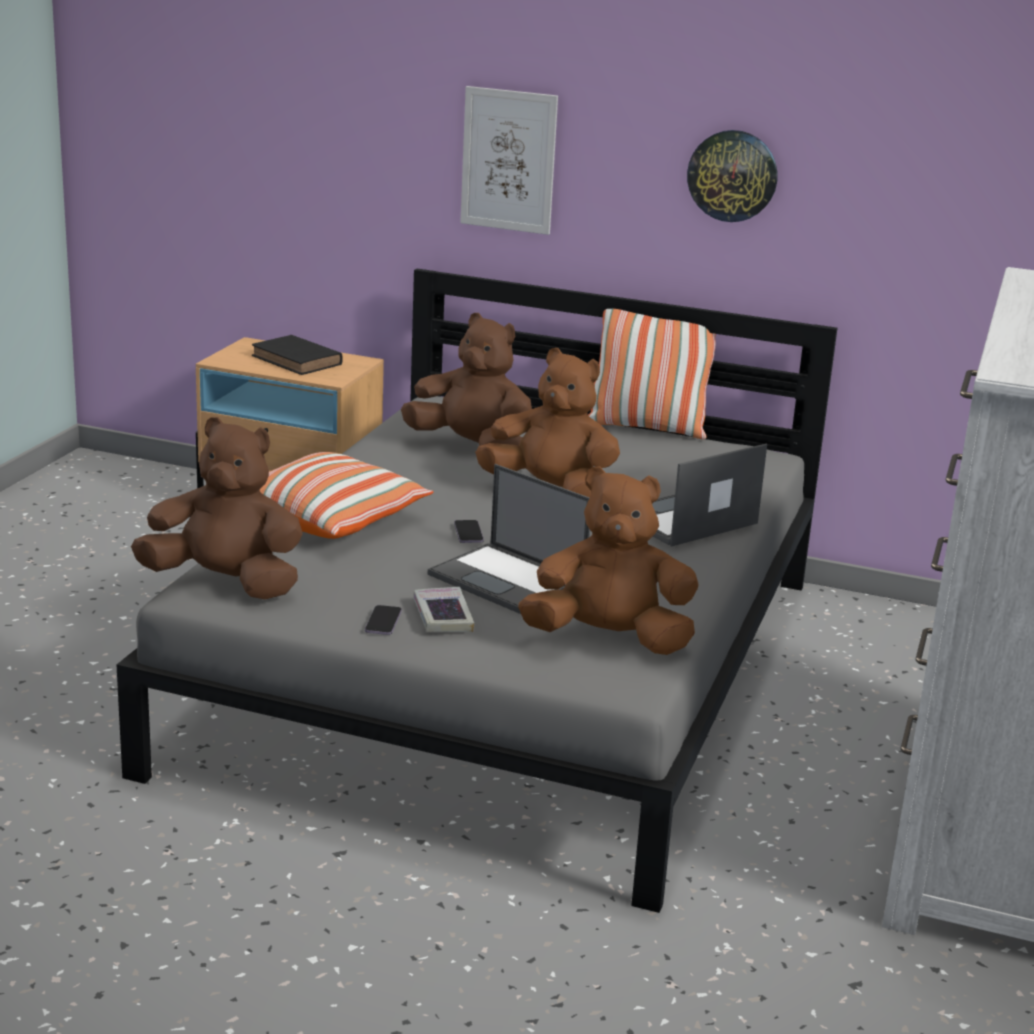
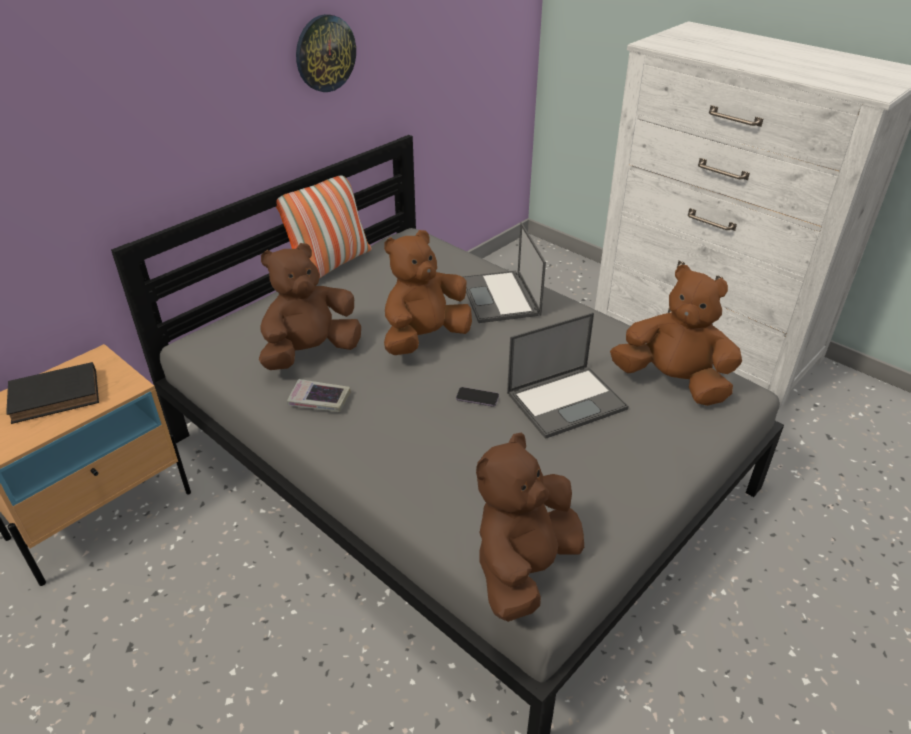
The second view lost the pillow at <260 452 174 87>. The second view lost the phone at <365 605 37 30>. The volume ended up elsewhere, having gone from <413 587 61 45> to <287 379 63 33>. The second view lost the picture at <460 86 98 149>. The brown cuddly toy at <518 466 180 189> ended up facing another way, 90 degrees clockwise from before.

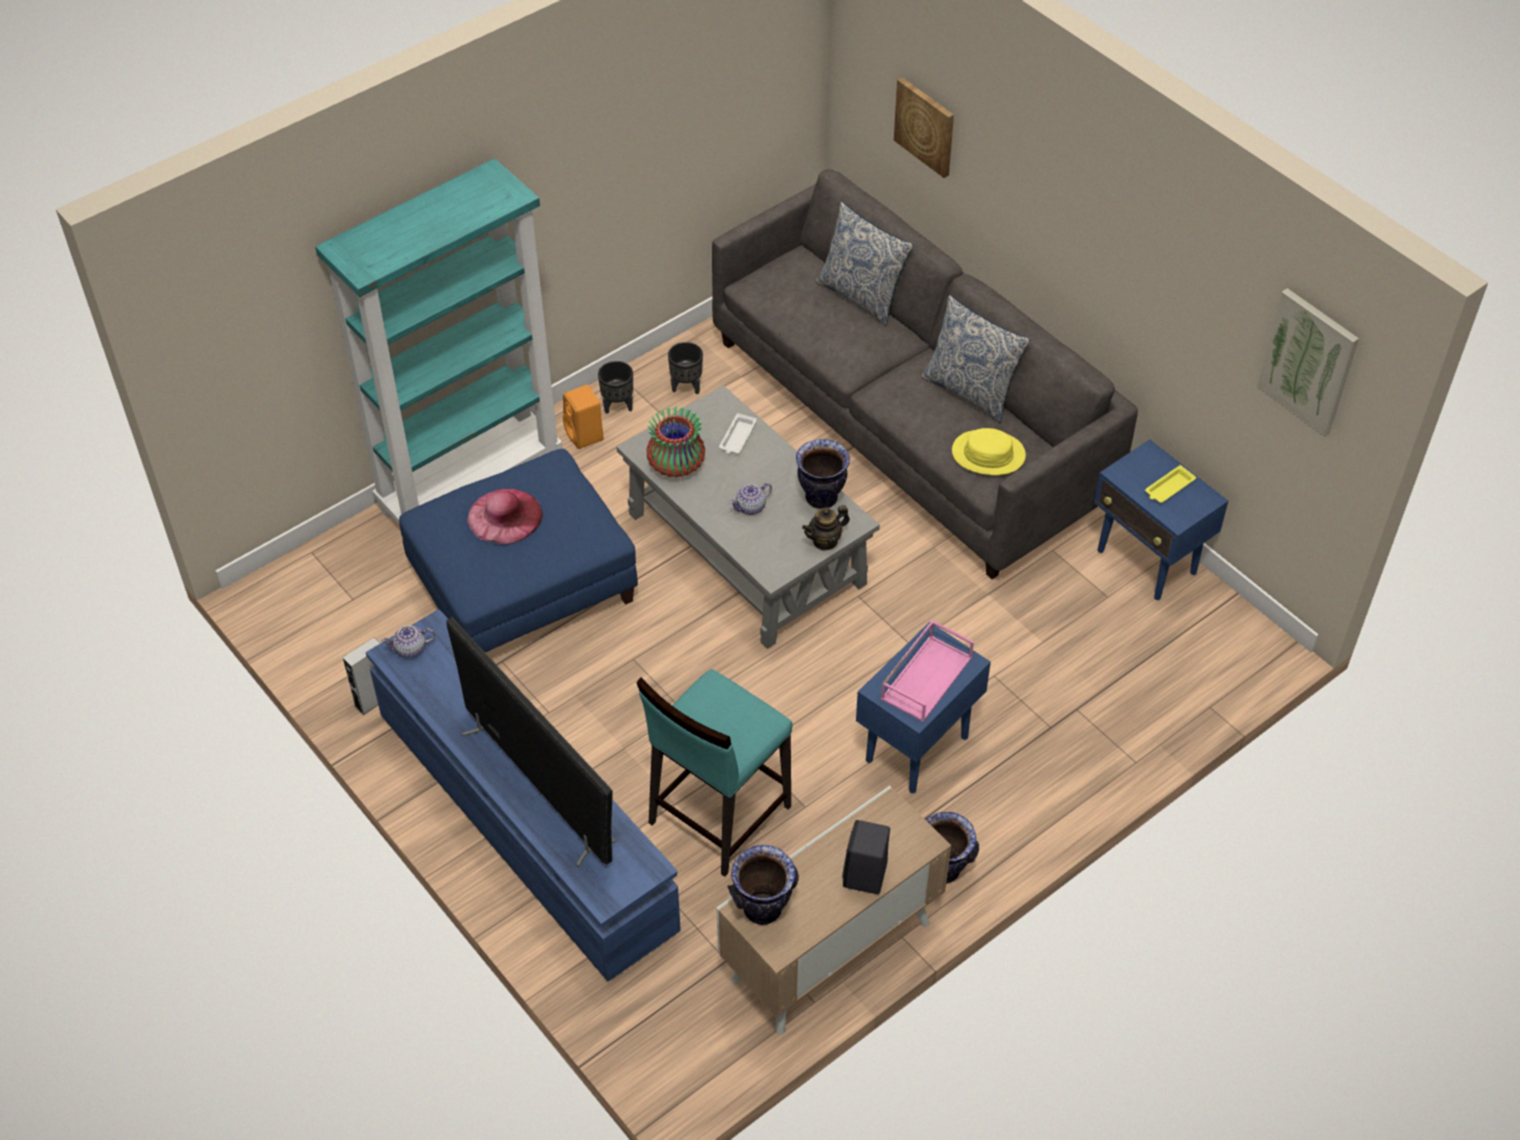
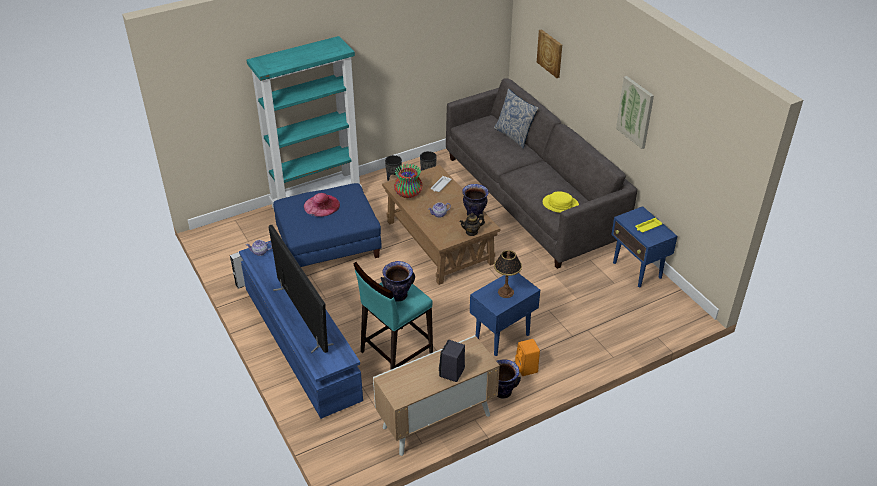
The orange speaker ended up elsewhere, having gone from <563 385 41 64> to <515 339 25 37>. What was the greyish lounge table at <616 385 264 264> turned into the brown lounge table at <382 165 118 120>. The flower vase ended up elsewhere, having gone from <727 845 72 80> to <381 261 34 40>. Where the pinkish carrying tray stood at <881 620 93 102>, the tabletop lamp came to stand at <494 250 28 48>. The second view lost the pillow at <922 295 108 128>. The picture ended up elsewhere, having gone from <1257 288 102 149> to <616 76 38 73>.

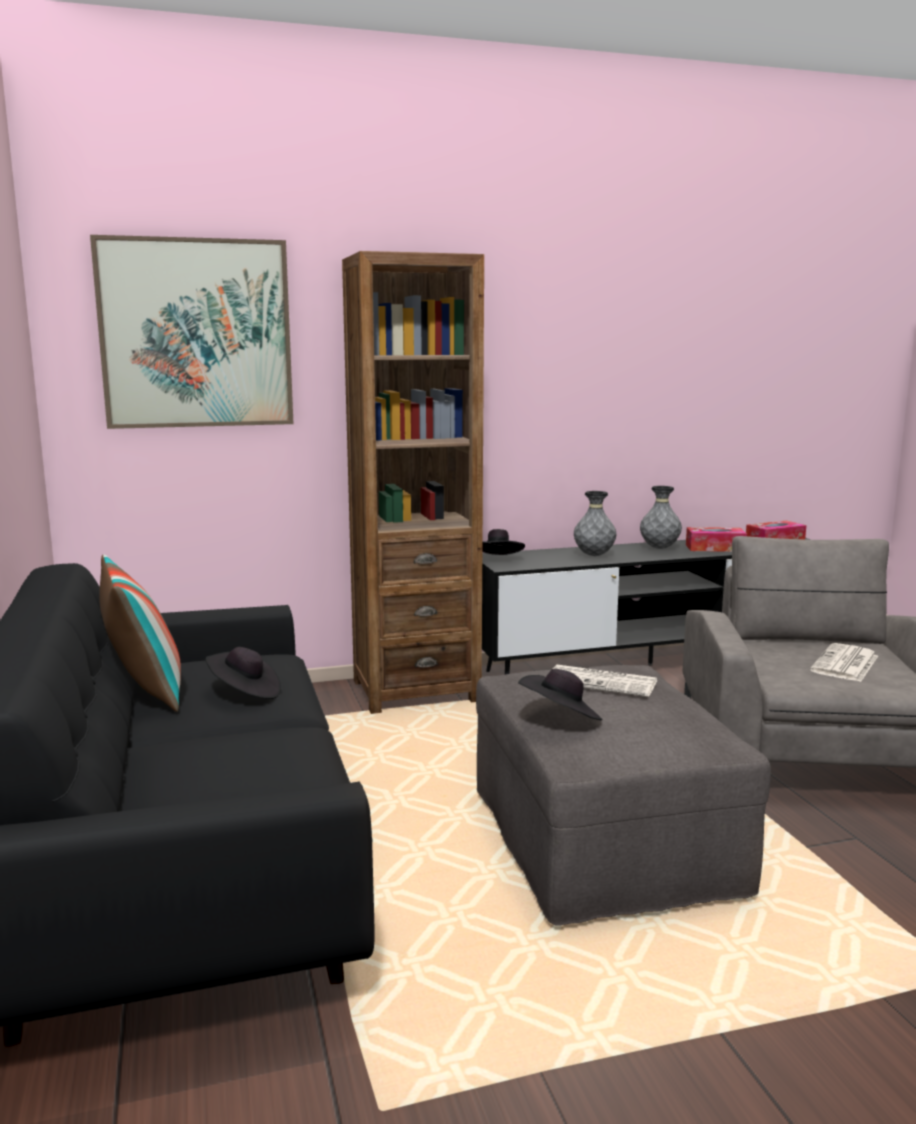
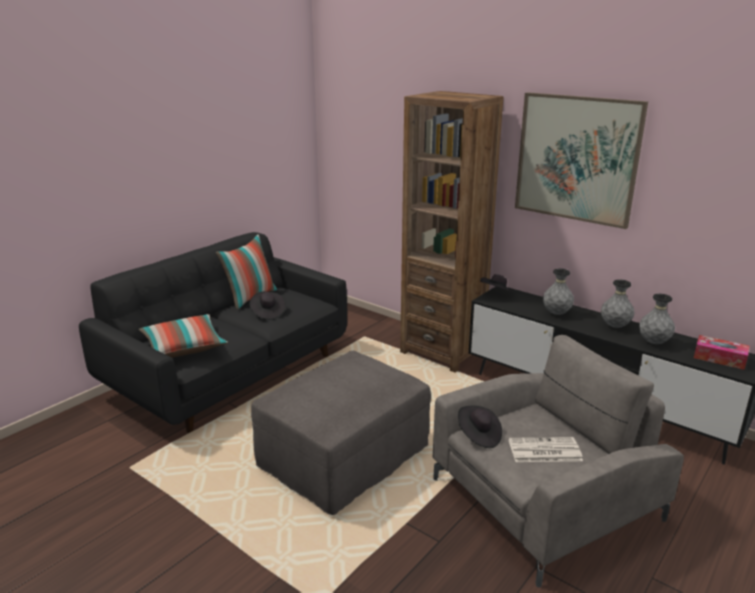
The picture ended up elsewhere, having gone from <90 235 203 194> to <515 92 133 137>. The blackish clothing hat ended up elsewhere, having gone from <518 668 84 52> to <458 406 44 42>. The second view lost the printed paper at <553 665 105 32>. Where the tissue holder stood at <686 527 61 25>, the greyish flower vase came to stand at <639 294 36 50>. The second view gained the pillow at <139 314 89 44>.

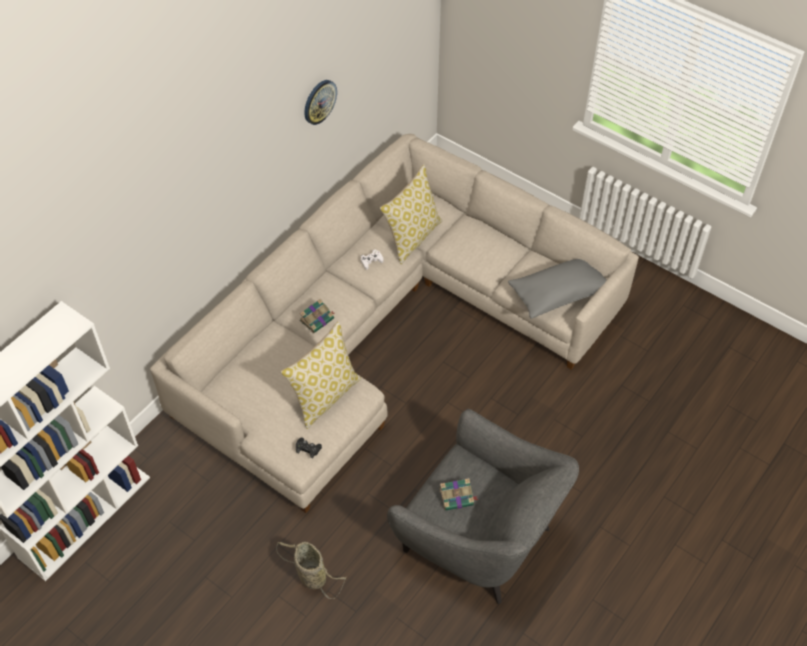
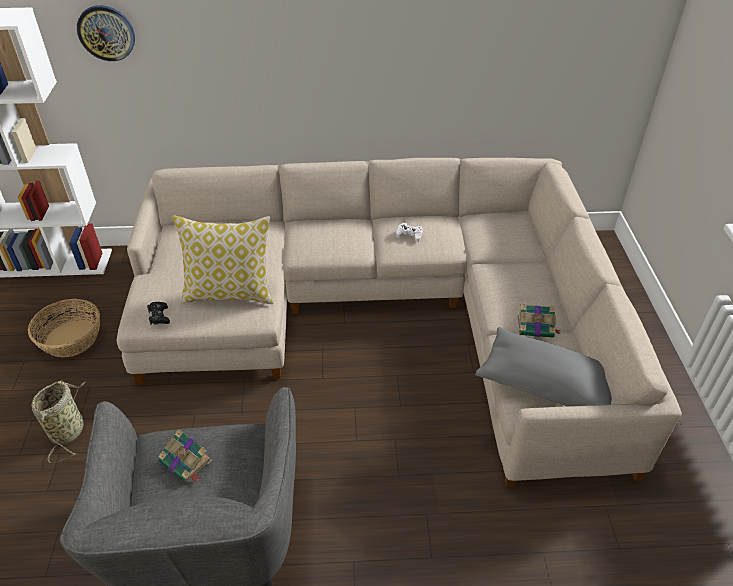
The volume ended up elsewhere, having gone from <299 299 35 34> to <518 304 43 34>. The hanging clock ended up elsewhere, having gone from <305 80 32 45> to <77 5 58 56>. The second view lost the pillow at <380 164 62 100>. The second view gained the storage basket at <28 299 72 58>.

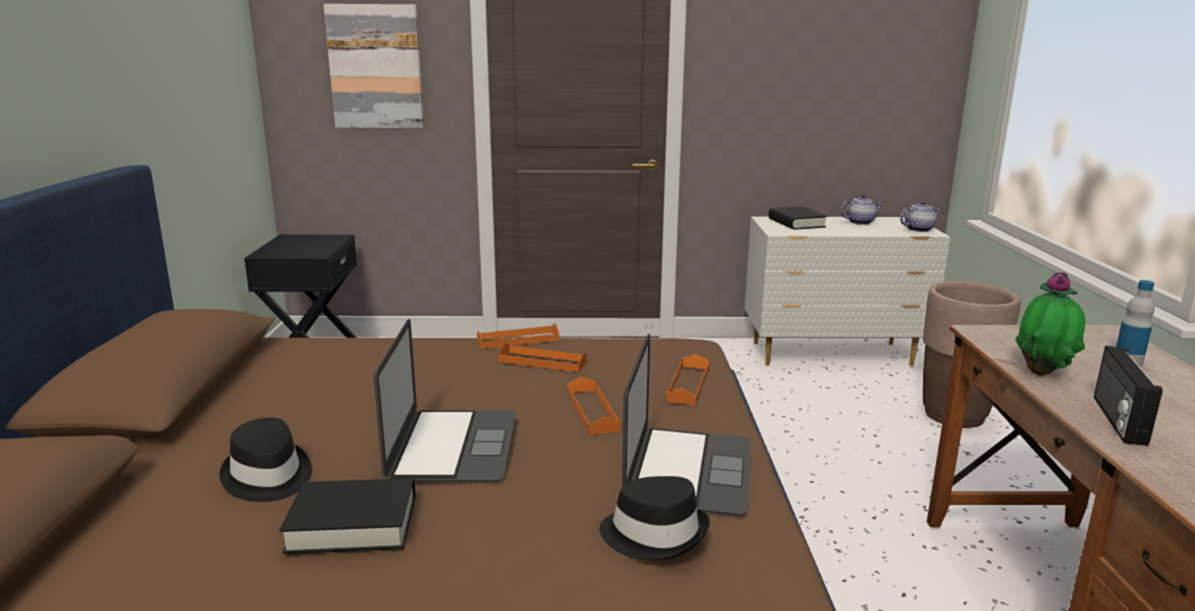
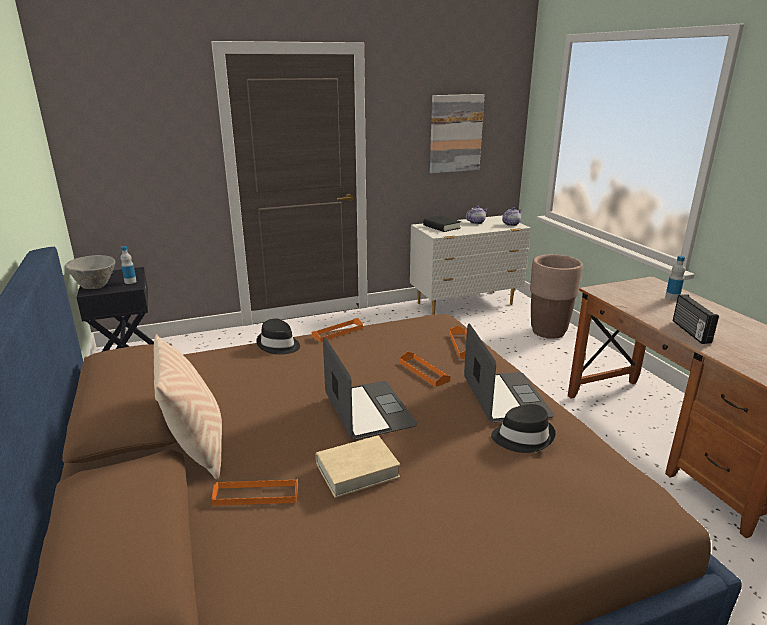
The blackish clothing hat ended up elsewhere, having gone from <220 417 92 85> to <256 318 44 37>. What was the blackish volume at <280 478 136 76> turned into the beige-coloured volume at <316 435 84 63>. The picture ended up elsewhere, having gone from <324 4 100 124> to <430 94 54 79>. The orange carrying tray ended up elsewhere, having gone from <498 343 89 29> to <212 479 86 27>. The second view lost the potted plant at <1015 272 71 104>. The second view gained the greyish serving bowl at <65 255 50 34>. The second view gained the beverage bottle at <121 246 16 38>. The second view gained the beige-coloured pillow at <154 334 68 146>.

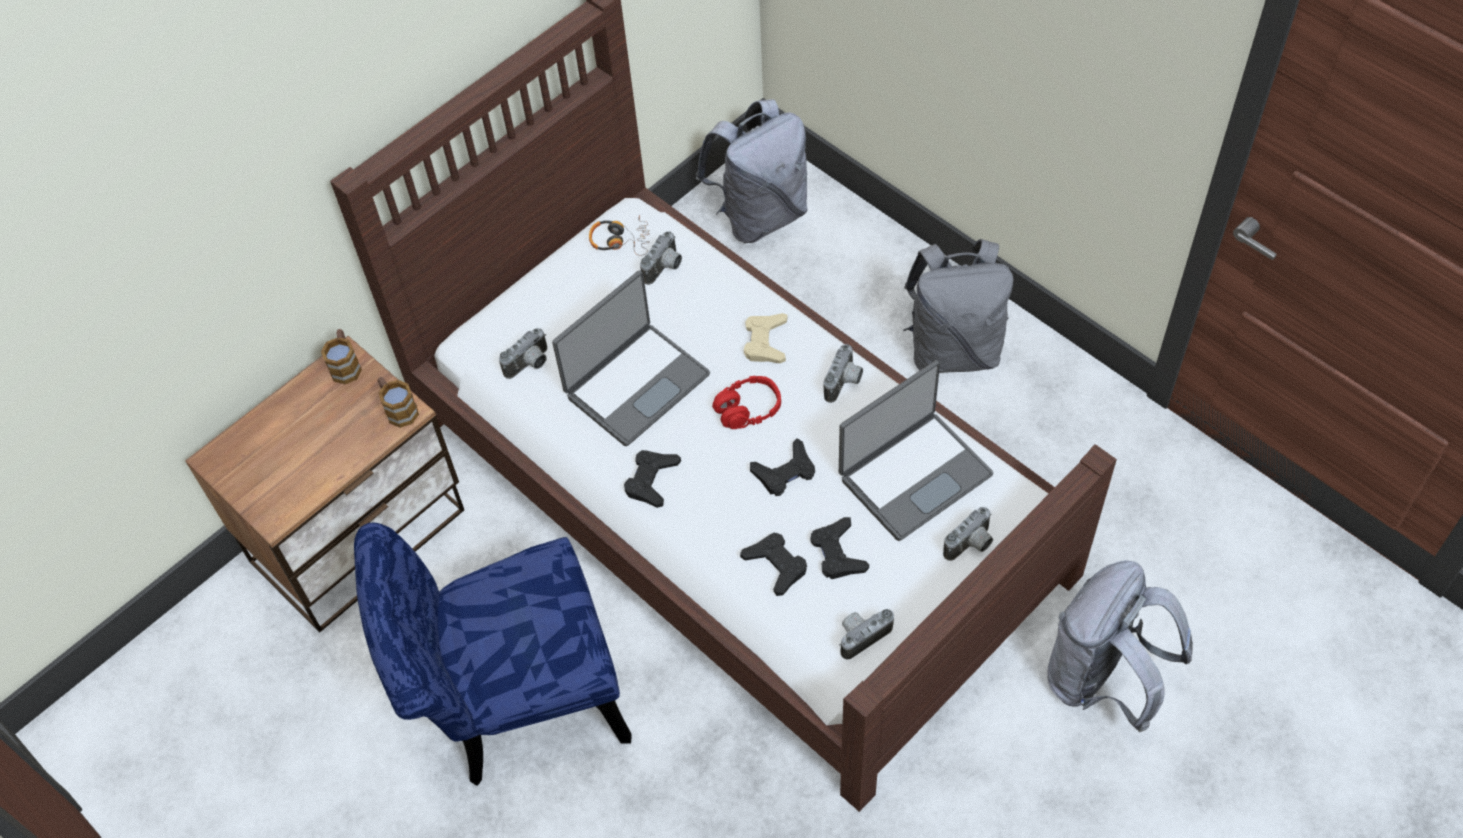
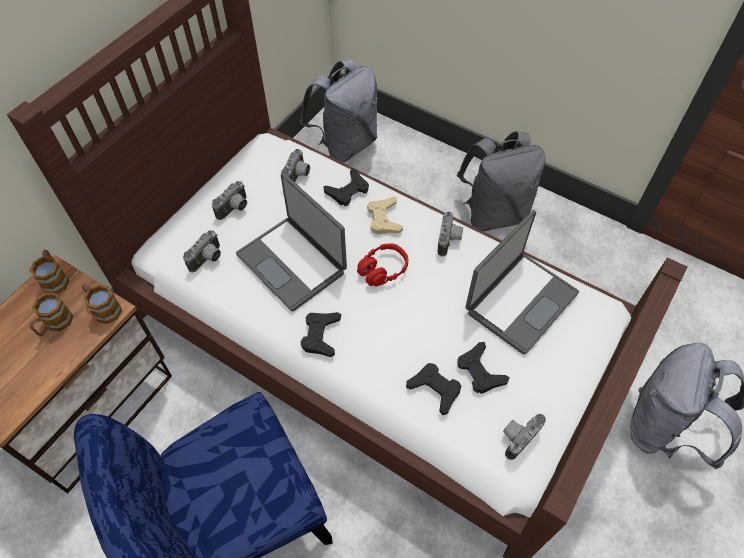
The notebook computer at <552 270 158 176> ended up facing another way, 105 degrees clockwise from before. The second view lost the headphones at <589 215 61 41>. The blackish game controller ended up elsewhere, having gone from <750 438 65 58> to <323 168 46 38>. The still camera ended up elsewhere, having gone from <943 507 50 54> to <212 181 35 39>. The second view gained the coffee mug at <30 292 43 44>.

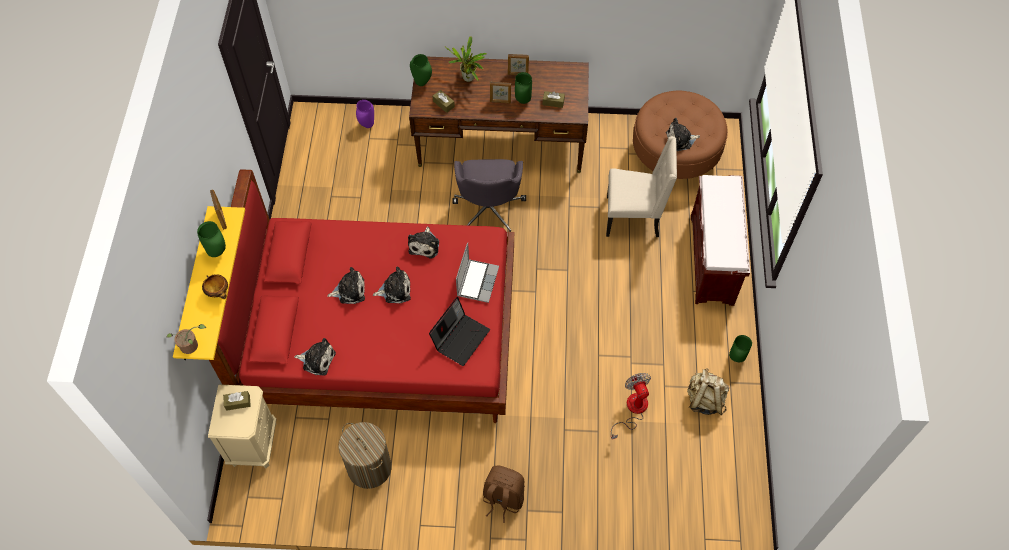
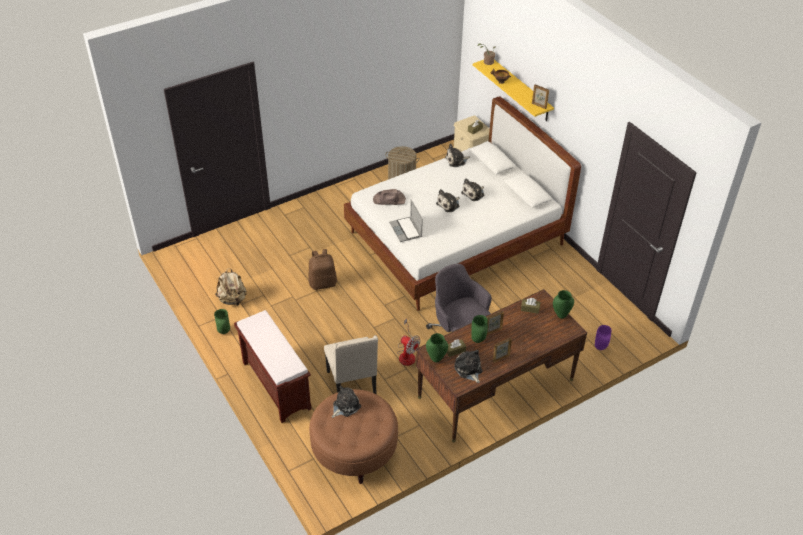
The greenish flower vase ended up elsewhere, having gone from <197 221 29 36> to <426 333 22 30>. What was the red-coloured bed at <209 169 305 254> turned into the white bed at <344 96 237 215>. The cuddly toy ended up elsewhere, having gone from <408 227 31 32> to <454 350 29 33>. Where the notebook computer stood at <429 297 61 69>, the brown clothing hat came to stand at <373 189 33 16>. The second view lost the potted plant at <444 36 43 46>. The brown knapsack ended up elsewhere, having gone from <483 466 41 57> to <308 249 29 41>. The beige-coloured chair at <606 136 71 101> ended up facing another way, 75 degrees counterclockwise from before. The fan ended up elsewhere, having gone from <611 373 40 66> to <397 319 23 47>.

